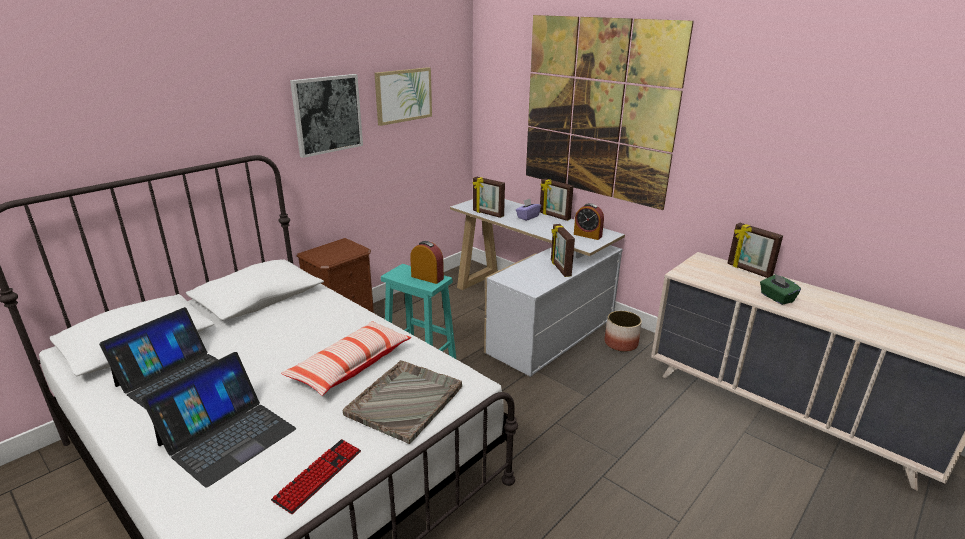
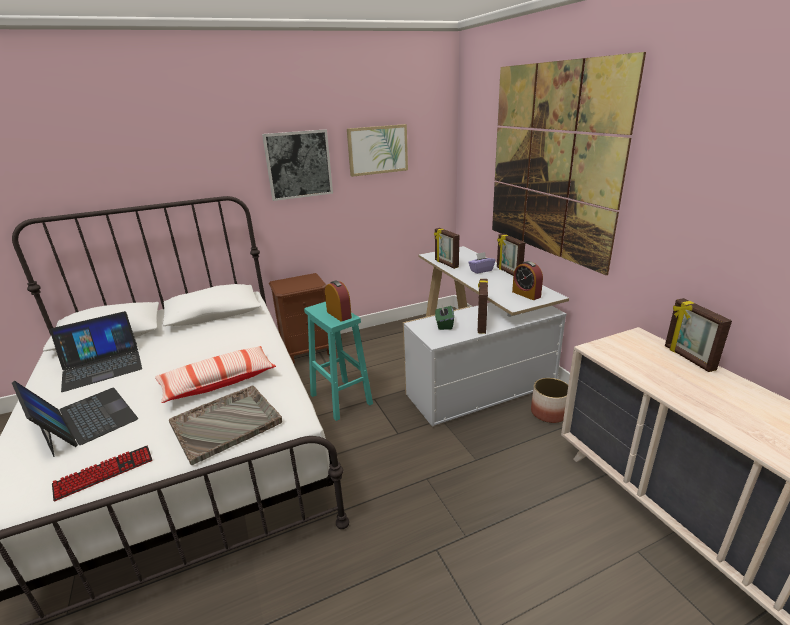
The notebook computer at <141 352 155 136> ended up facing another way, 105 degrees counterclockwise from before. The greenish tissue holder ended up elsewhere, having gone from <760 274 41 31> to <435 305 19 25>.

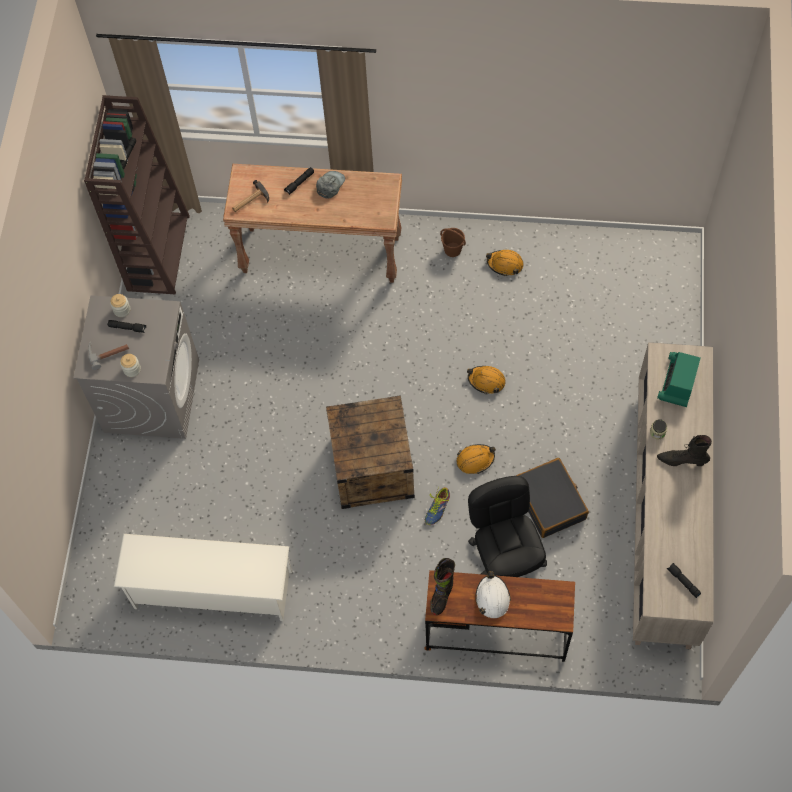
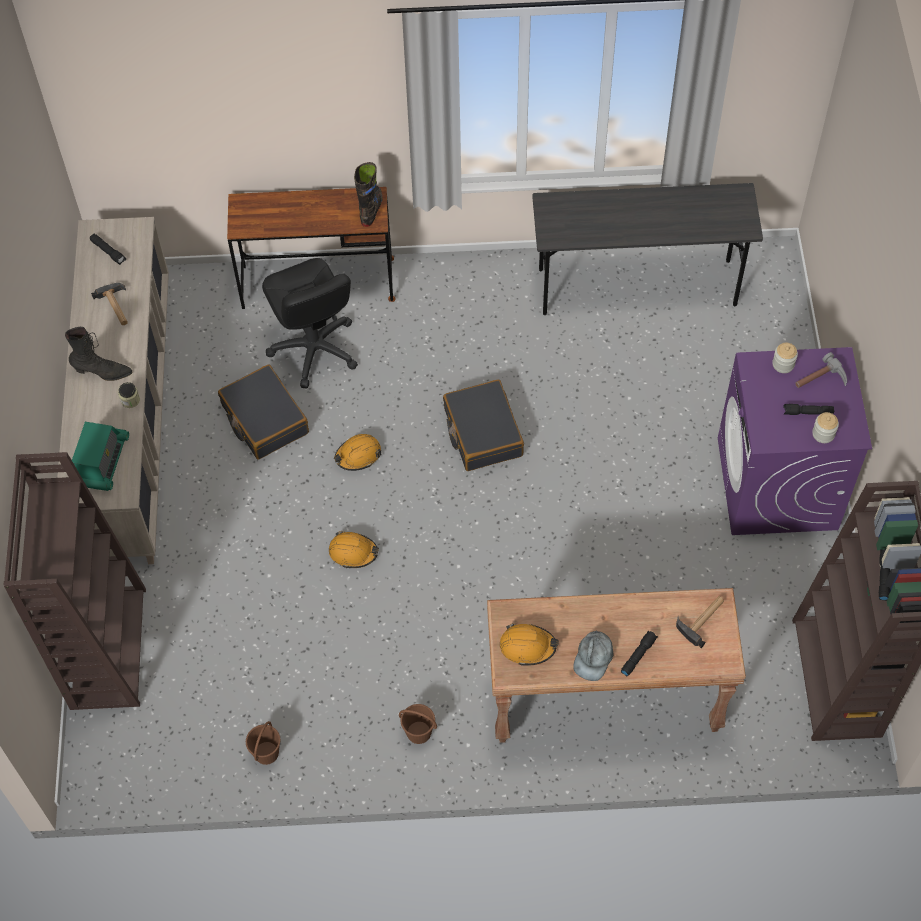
What was the greyish washing machine at <73 295 126 144> turned into the purple washing machine at <718 347 154 188>. Where the white shoe shelf stood at <114 534 178 87>, the greyish desk unit came to stand at <532 183 231 132>. Where the crate stood at <326 395 89 114>, the blackish piece of luggage came to stand at <443 380 81 91>. The second view lost the low shoe at <425 486 25 39>. The second view lost the white hard hat at <475 571 36 47>. The orange hard hat ended up elsewhere, having gone from <486 250 38 26> to <500 623 59 43>. The second view gained the brown shelving unit at <3 452 143 258>. The second view gained the tool hammer at <91 283 37 42>. The second view gained the brown water bucket at <246 721 34 44>.

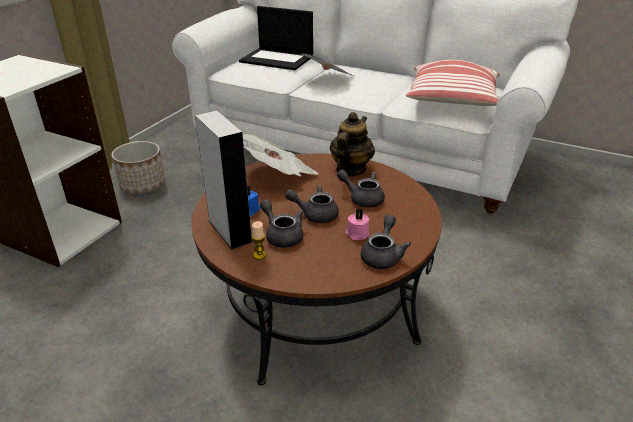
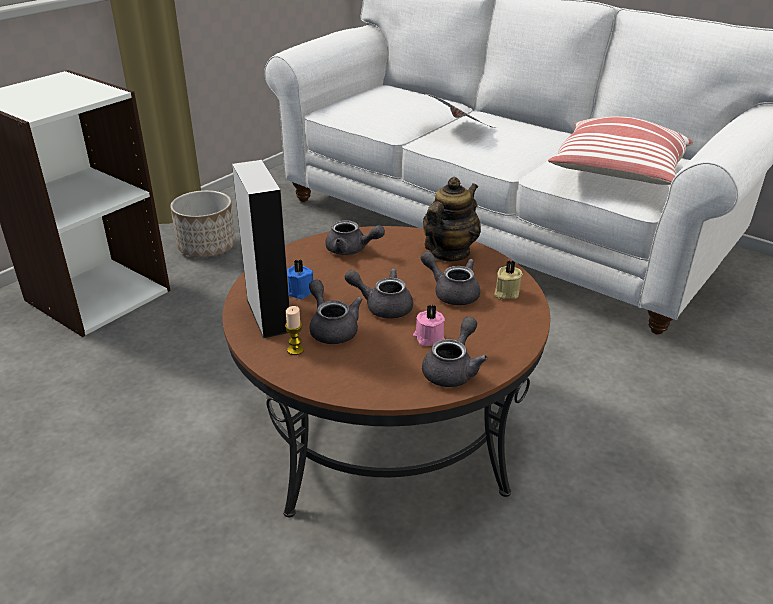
The second view lost the notebook computer at <239 6 74 64>. Where the printed paper stood at <243 134 76 42>, the greyish pot for tea came to stand at <325 220 60 35>. The second view gained the beige-coloured wax candle at <494 260 29 39>.

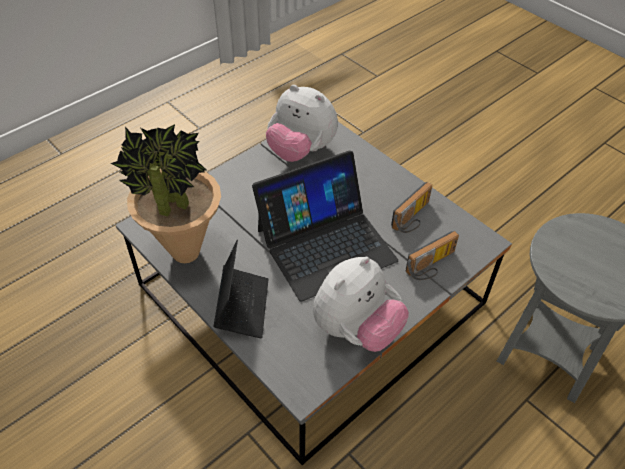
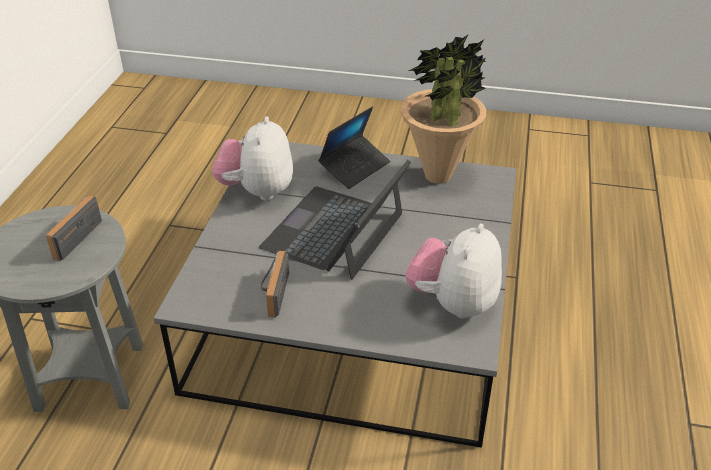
The notebook computer at <214 240 55 98> ended up facing another way, 105 degrees counterclockwise from before. The cuddly toy at <266 85 72 77> ended up facing another way, 60 degrees counterclockwise from before. The radio receiver ended up elsewhere, having gone from <406 231 53 49> to <46 195 56 66>.

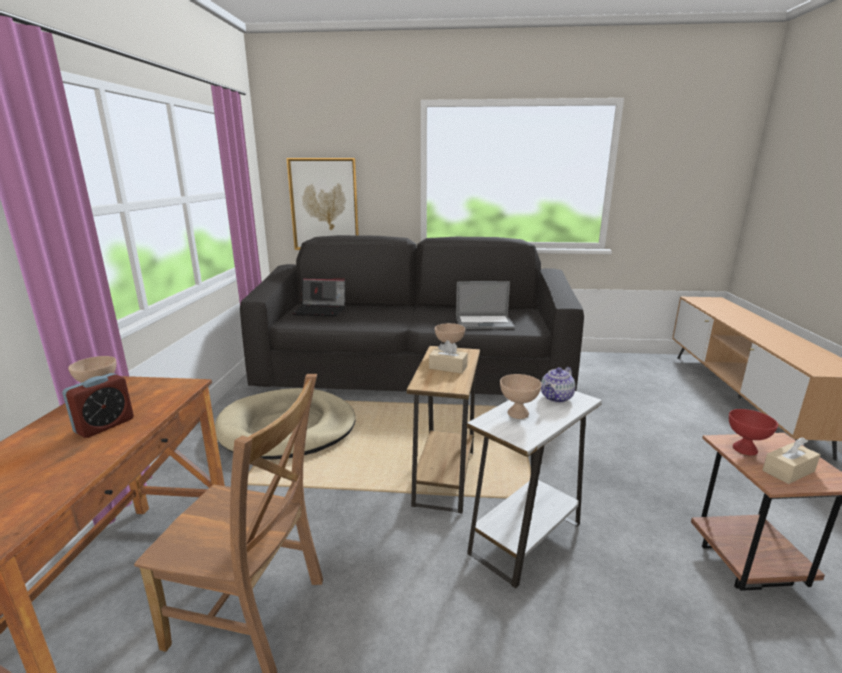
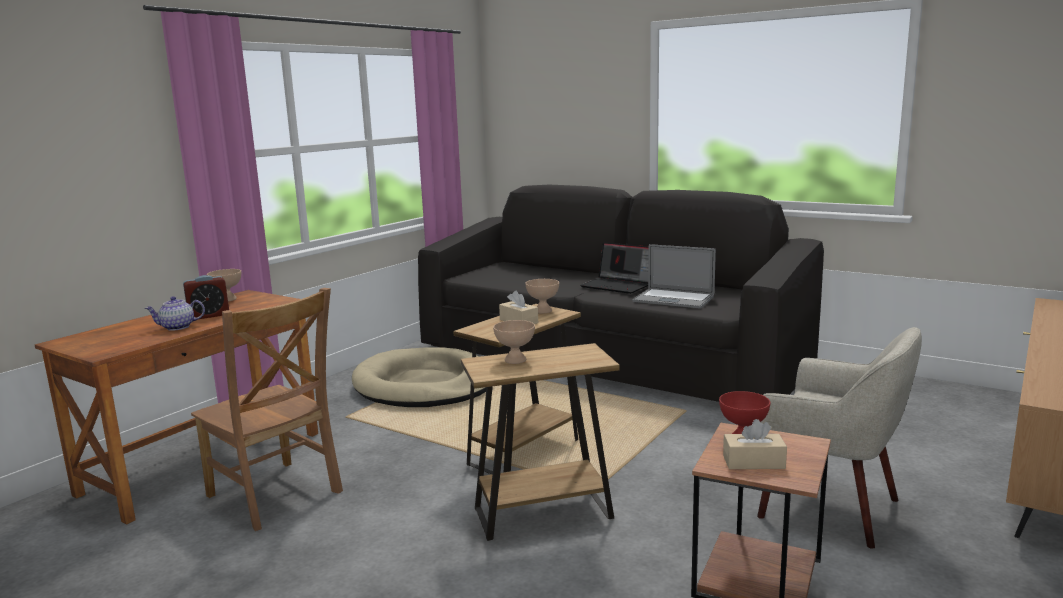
The second view lost the picture at <287 158 72 92>. The notebook computer ended up elsewhere, having gone from <292 278 54 39> to <580 242 69 52>. What was the white end table at <467 390 135 198> turned into the brown end table at <461 343 159 198>. The pot for tea ended up elsewhere, having gone from <541 367 34 36> to <145 296 60 35>. The second view gained the beige-coloured armchair at <757 327 165 222>.

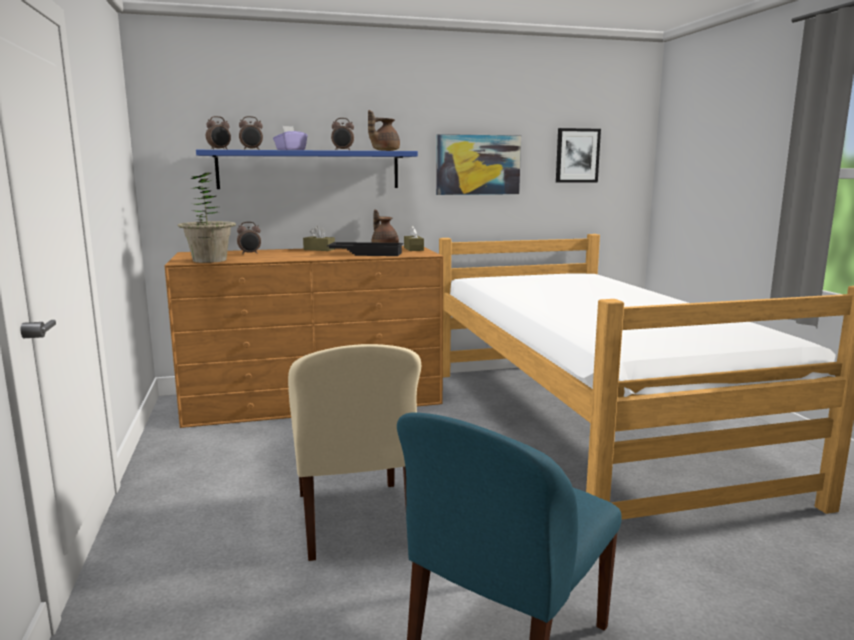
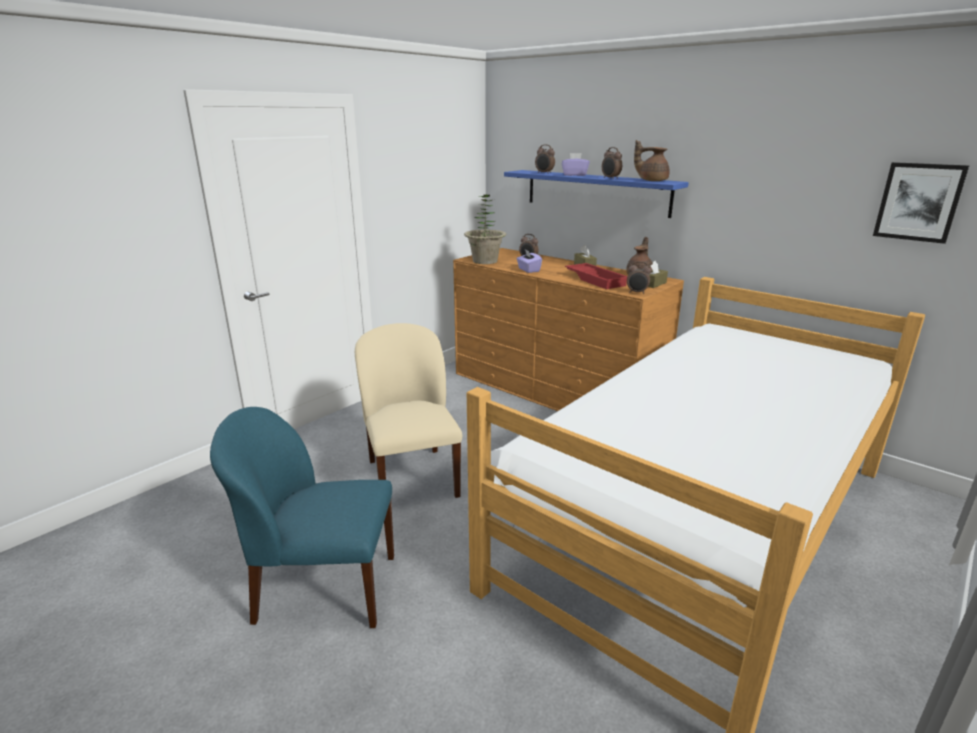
The alarm clock ended up elsewhere, having gone from <206 116 25 34> to <627 261 25 33>. The beige-coloured chair at <288 344 133 217> ended up facing another way, 120 degrees clockwise from before. What was the blackish carrying tray at <327 242 76 14> turned into the red-coloured carrying tray at <565 263 62 26>. The second view lost the picture at <436 134 85 61>. The second view gained the purple tissue holder at <517 250 25 23>.

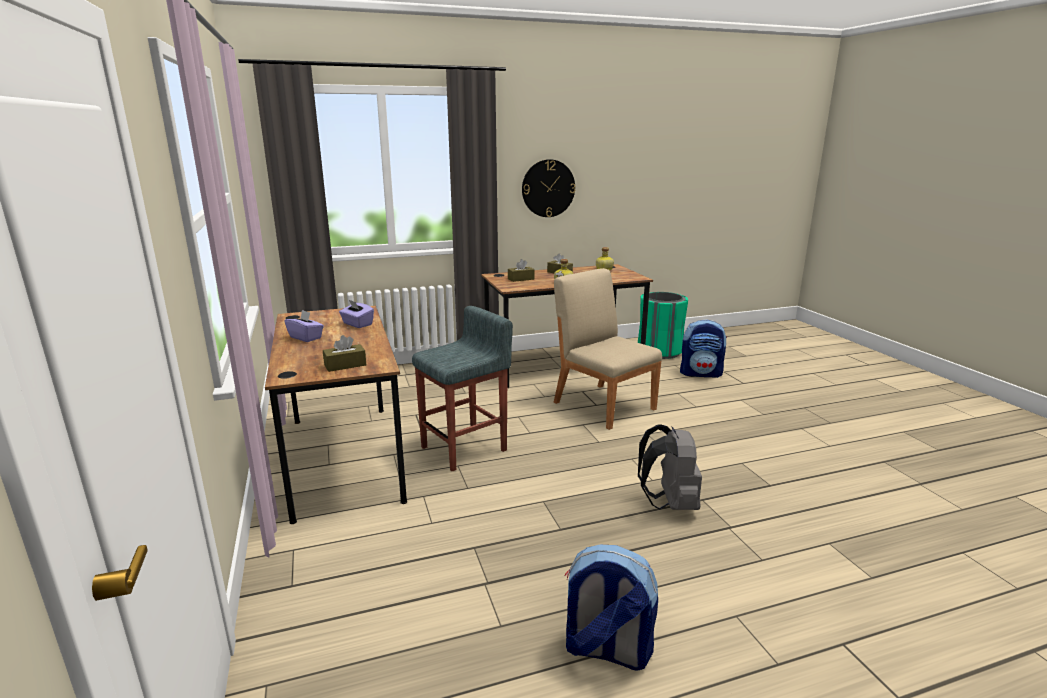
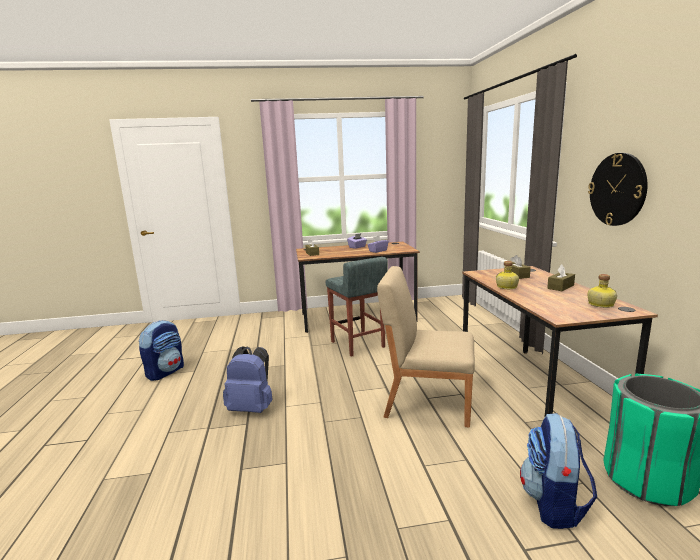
The beige-coloured chair at <554 268 108 162> ended up facing another way, 135 degrees counterclockwise from before. What was the greyish knapsack at <638 424 64 86> turned into the bluish knapsack at <223 347 50 66>.

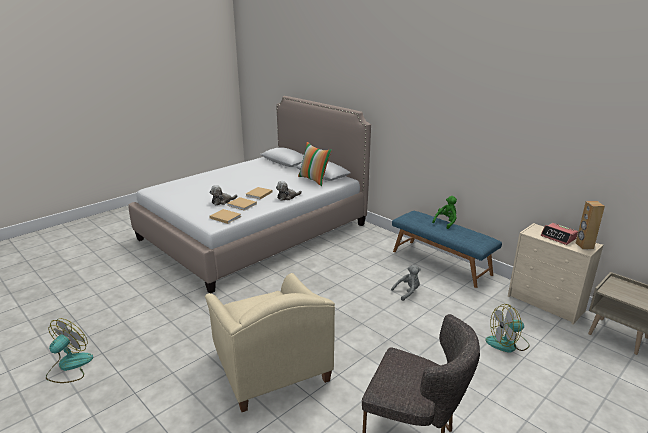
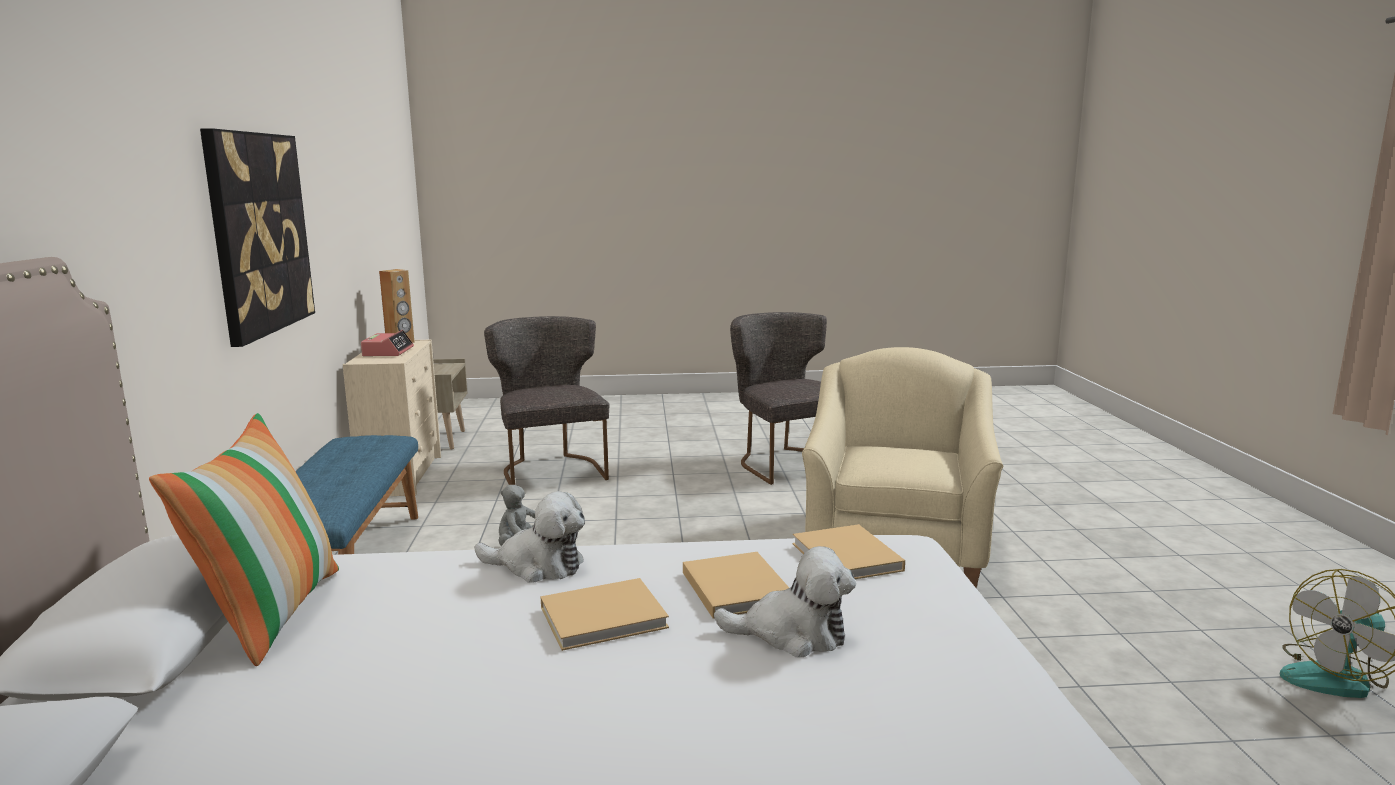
The second view lost the greenish cuddly toy at <432 196 25 33>. Where the fan stood at <485 304 45 49>, the greyish chair came to stand at <484 316 125 169>. The second view gained the picture at <200 128 115 219>.

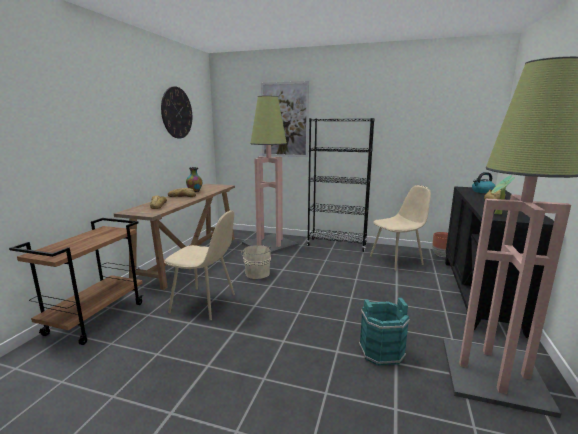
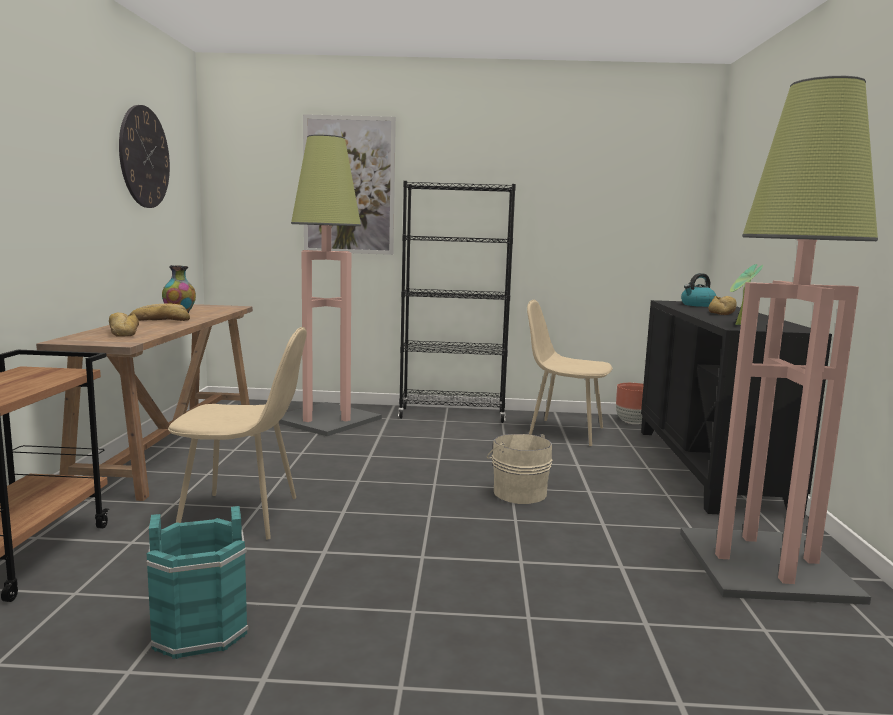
The beige-coloured water bucket ended up elsewhere, having gone from <241 245 30 34> to <487 434 66 70>. The turquoise-coloured water bucket ended up elsewhere, having gone from <359 298 51 68> to <147 506 102 153>. The beige-coloured chair at <370 185 61 86> ended up facing another way, 120 degrees counterclockwise from before.

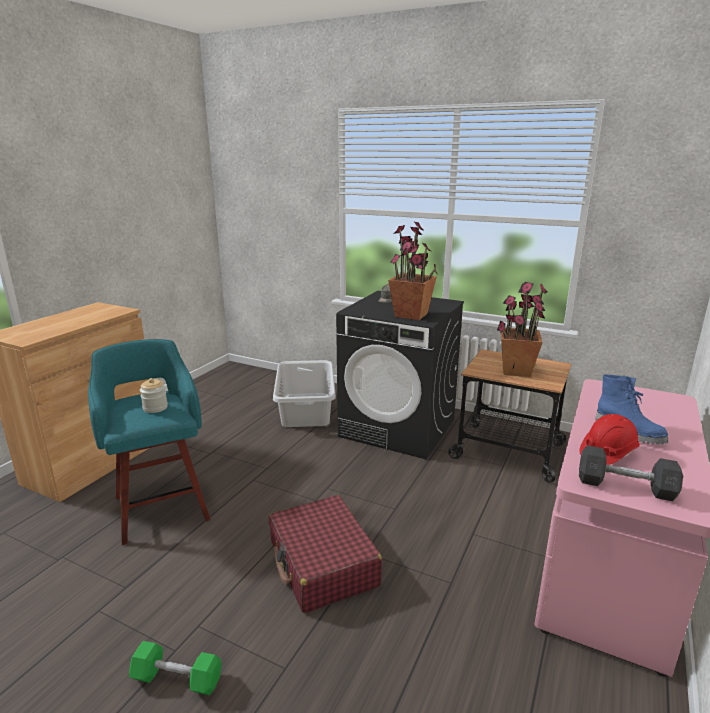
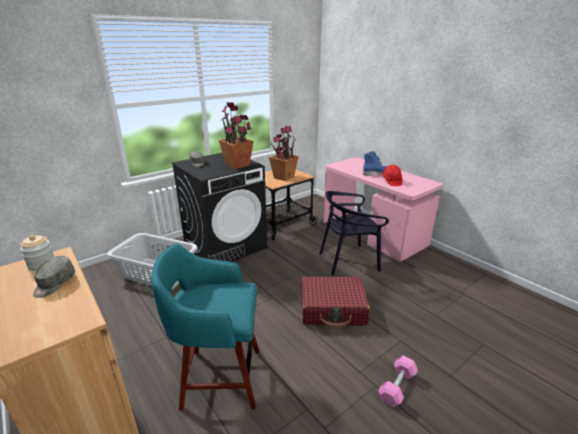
What was the greenish hand weight at <129 641 93 55> turned into the pinkish hand weight at <378 355 40 52>. The jar ended up elsewhere, having gone from <140 378 28 35> to <20 235 35 36>. The second view lost the greyish hand weight at <579 445 104 56>. The second view gained the greyish peaked cap at <33 256 42 42>. The second view gained the blackish chair at <319 191 70 84>.

